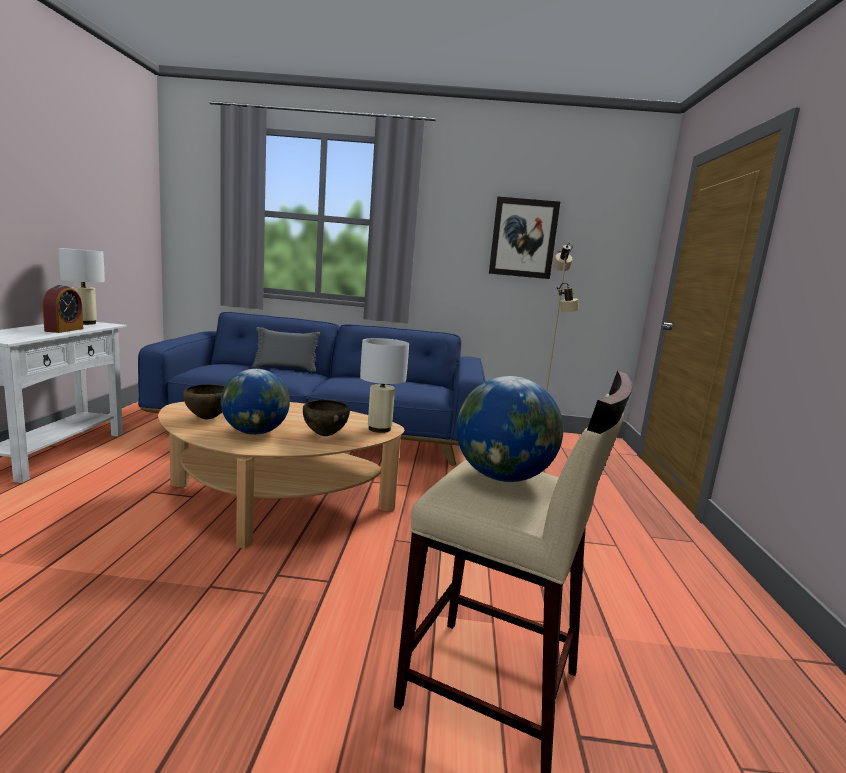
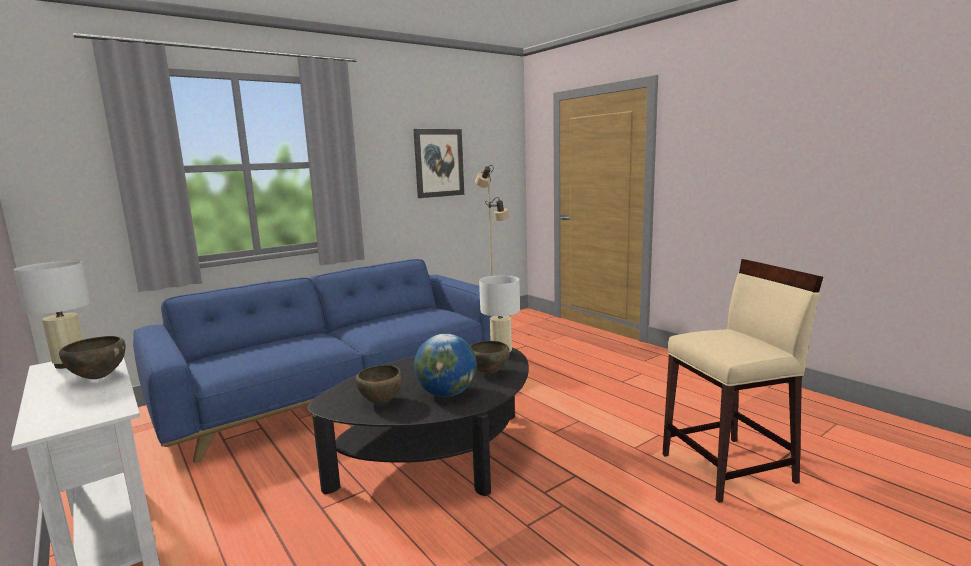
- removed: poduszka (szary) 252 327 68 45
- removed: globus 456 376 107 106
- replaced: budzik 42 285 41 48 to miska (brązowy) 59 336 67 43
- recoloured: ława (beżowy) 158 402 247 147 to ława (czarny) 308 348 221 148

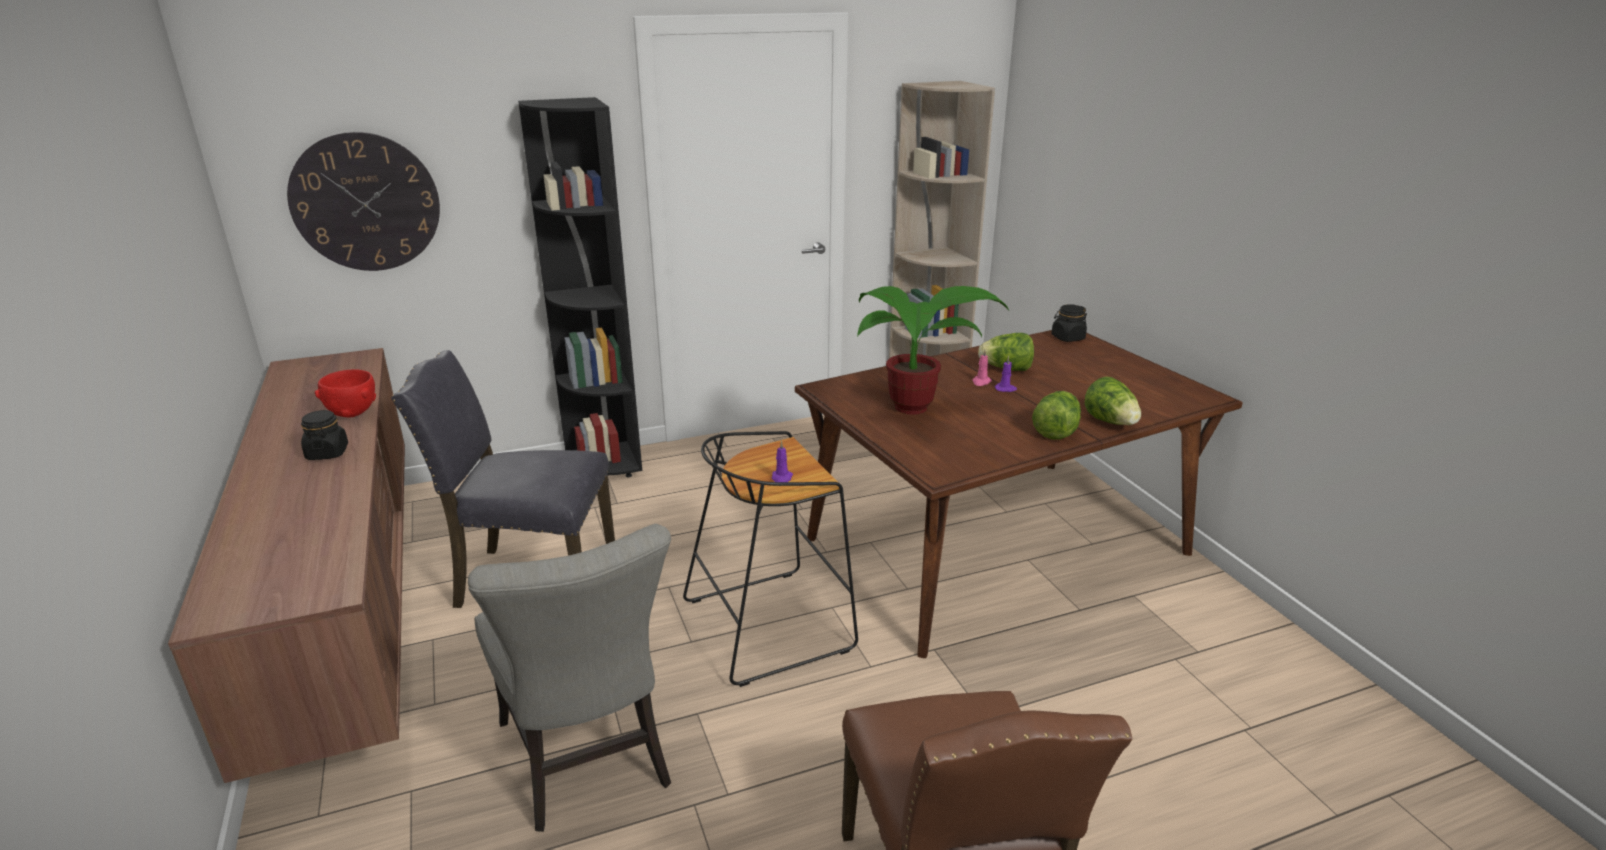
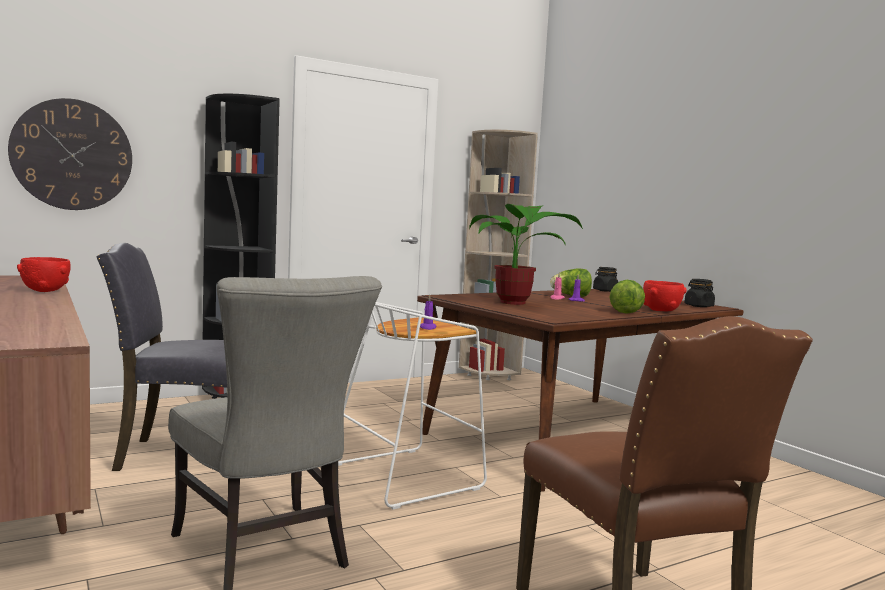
- moved: słoik (czarny) 301 410 47 50 to 685 279 30 28
- replaced: sałata 1085 376 56 49 to miska (czerwony) 643 280 43 31
- recoloured: stołek (czarny) 683 431 175 256 to stołek (biały) 338 302 149 207

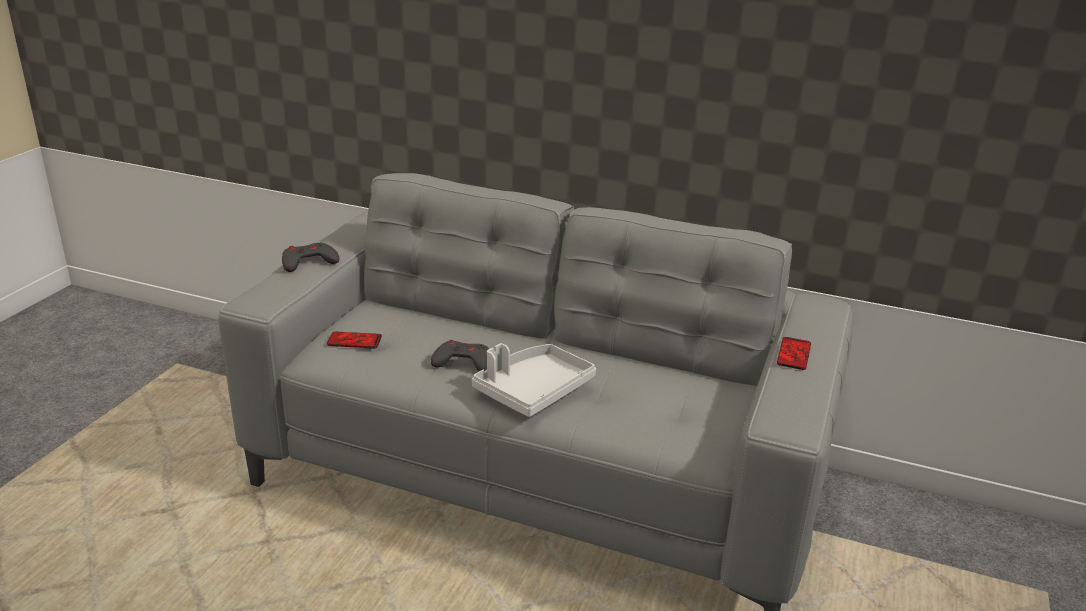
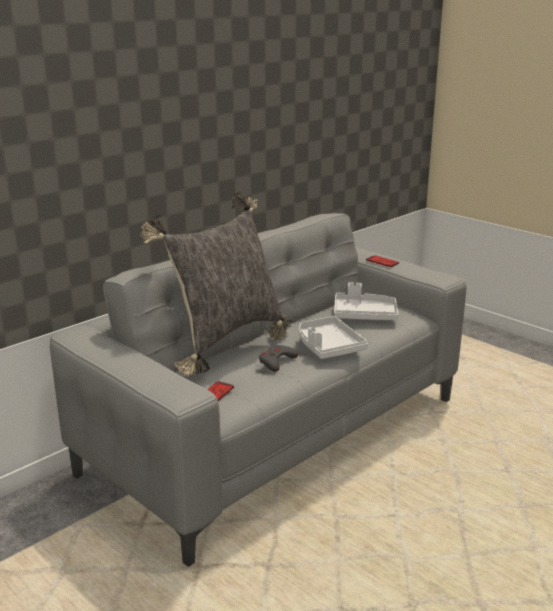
- removed: pad do gier (szary) 282 243 57 29
- added: poduszka 140 192 152 185
- added: taca (szary) 334 282 64 38

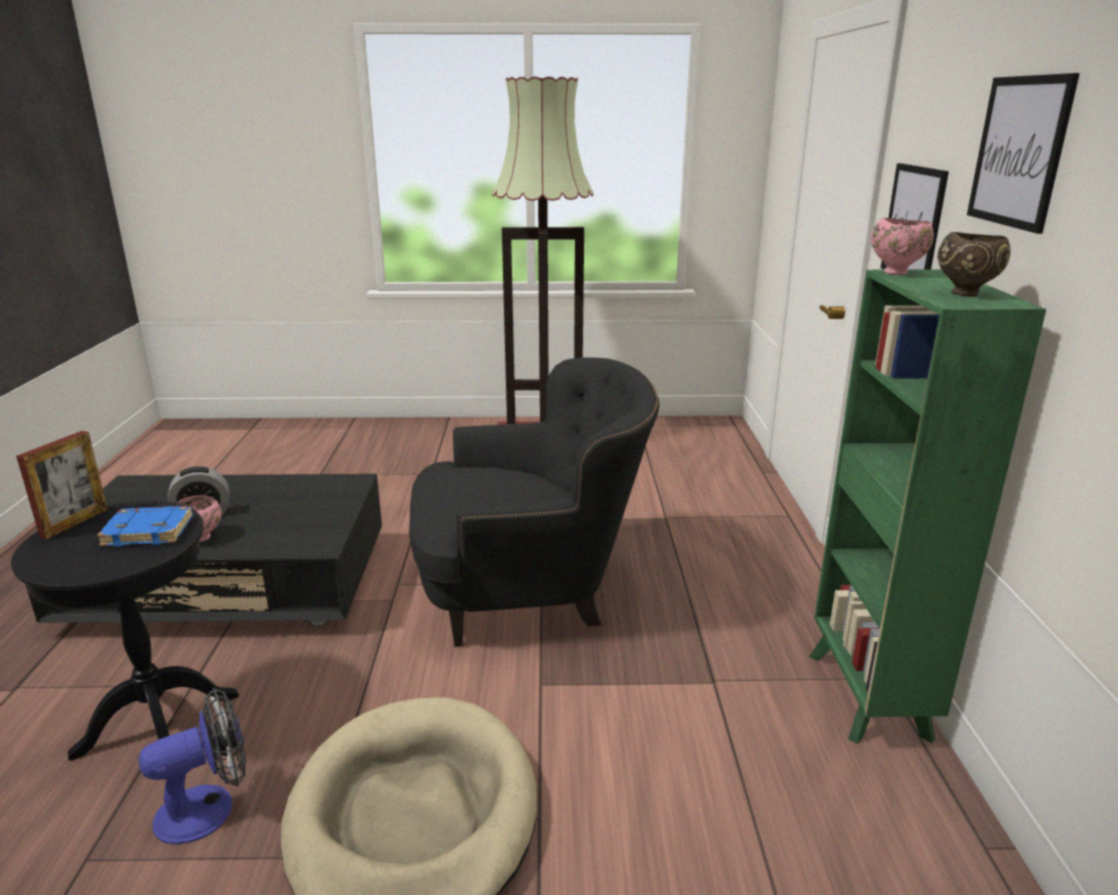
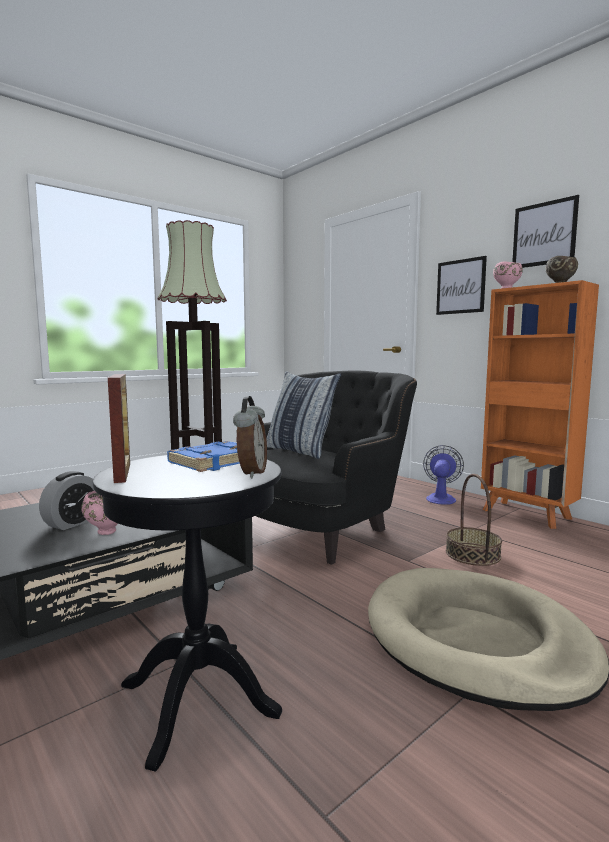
- added: budzik 233 396 34 82
- added: poduszka 266 371 75 88
- added: koszyk 446 474 56 92
- moved: wentylator 139 688 107 156 to 423 445 41 60
- recoloured: regał (zielony) 809 270 237 474 to regał (pomarańczowy) 481 280 118 249

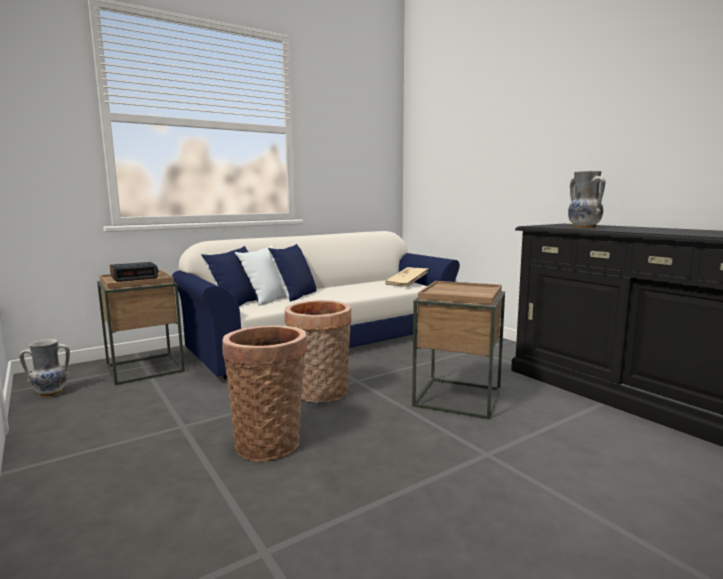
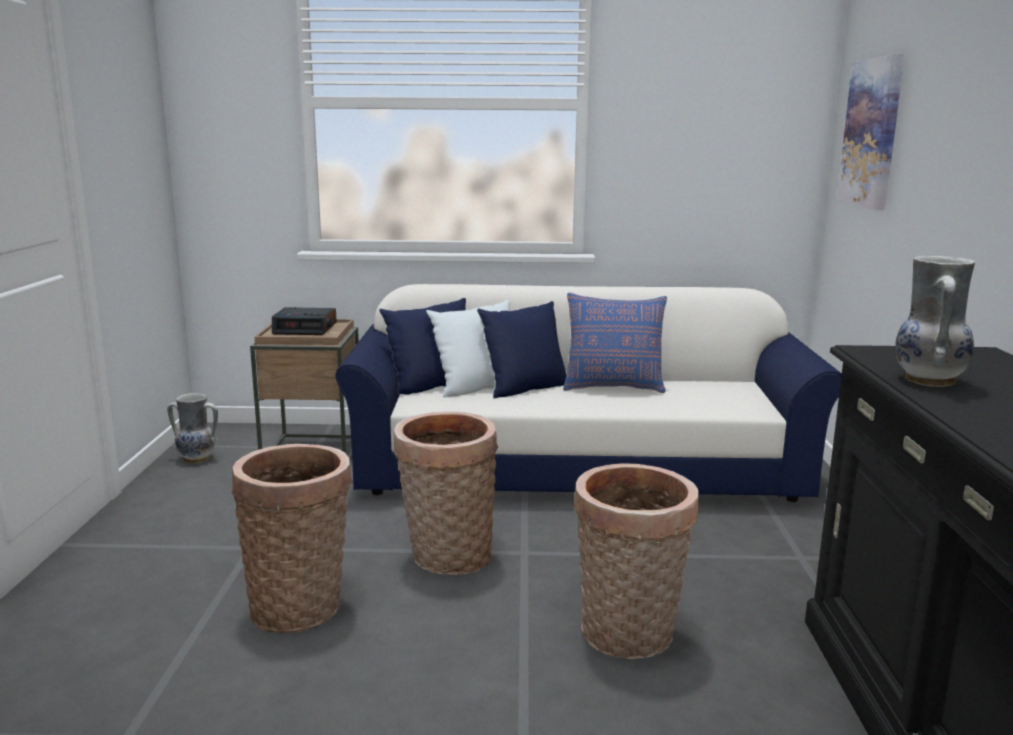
- removed: książka (beżowy) 385 267 44 20
- added: poduszka (niebieski) 563 292 104 101
- added: obraz 836 54 69 156
- replaced: stolik (brązowy) 412 281 93 139 to koszyk 574 463 125 196

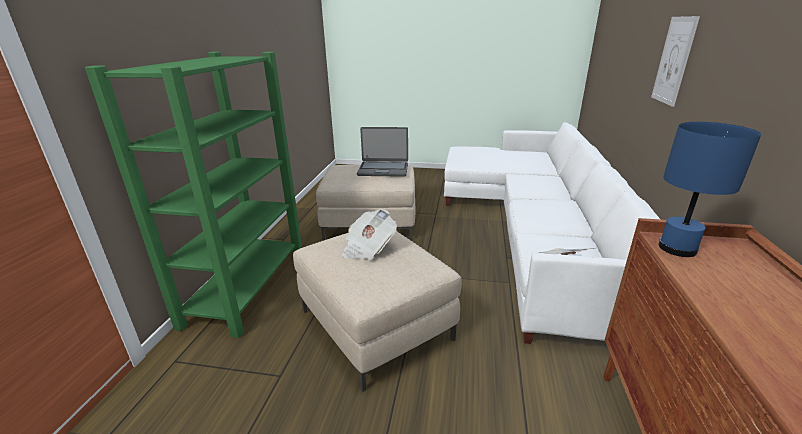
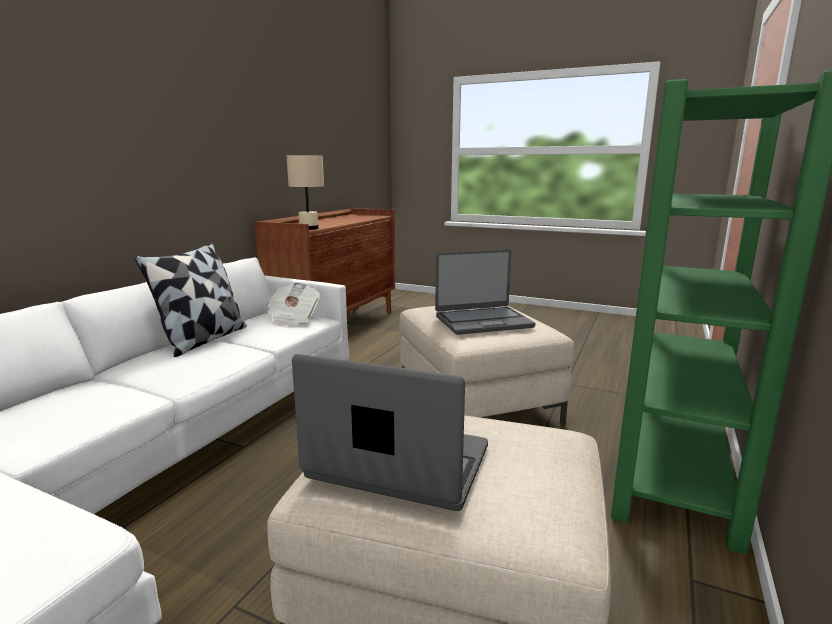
- removed: obraz 651 16 49 91
- added: poduszka 135 243 112 114
- replaced: gazeta 342 209 55 51 to laptop 435 249 100 86
- recoloured: lampa stołowa (niebieski) 659 122 102 135 to lampa stołowa (beżowy) 287 155 37 75

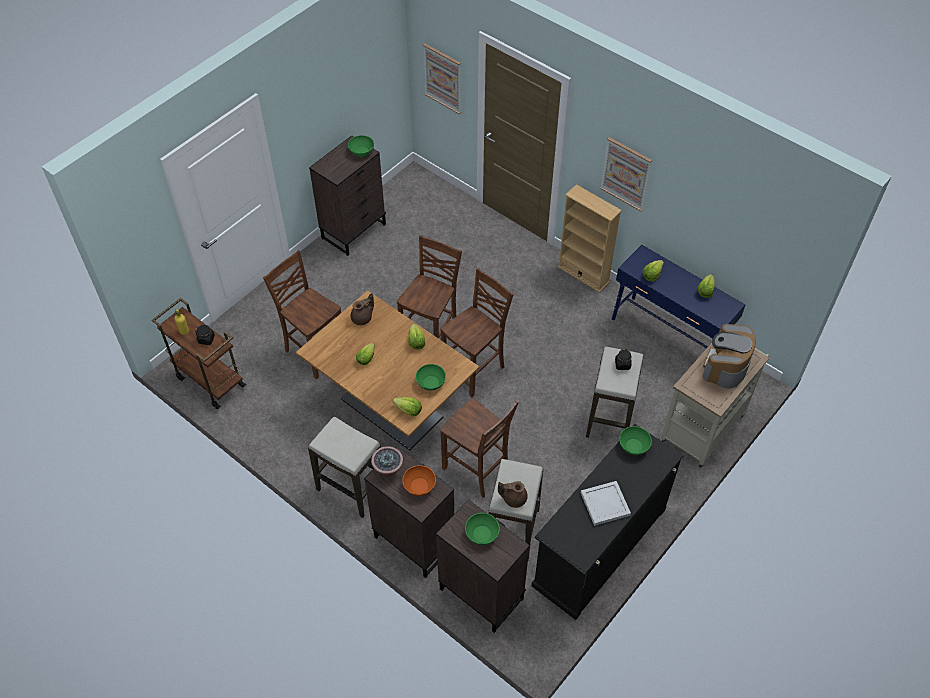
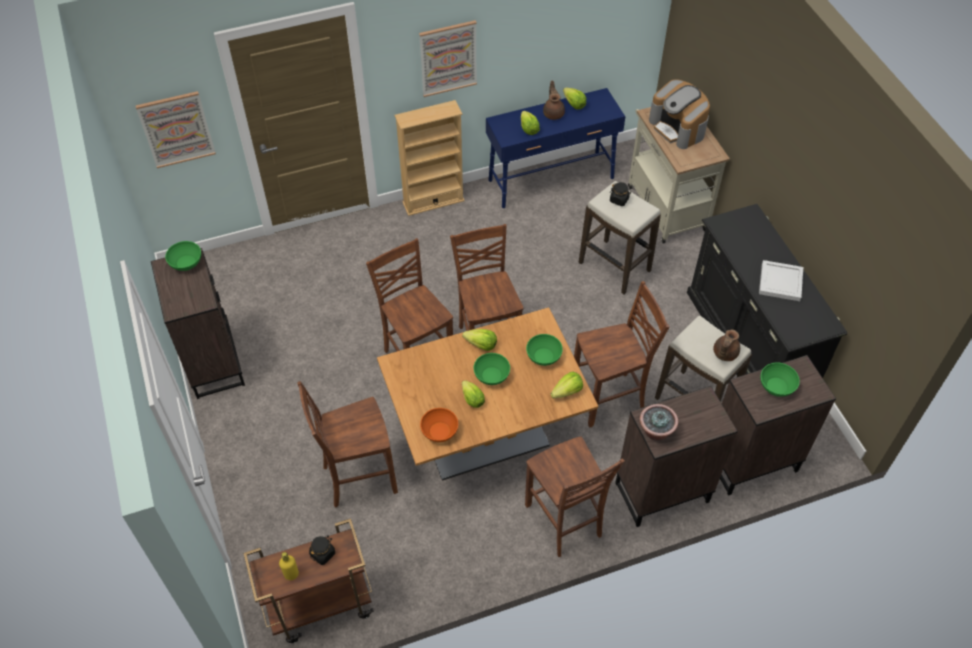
- moved: imbryk (brązowy) 351 293 23 32 to 543 81 22 39
- moved: miska (pomarańczowy) 402 465 34 31 to 420 408 38 34
- moved: miska (zielony) 619 426 33 29 to 474 353 36 32
- replaced: stołek 308 417 73 101 to krzesło (brązowy) 525 436 99 121

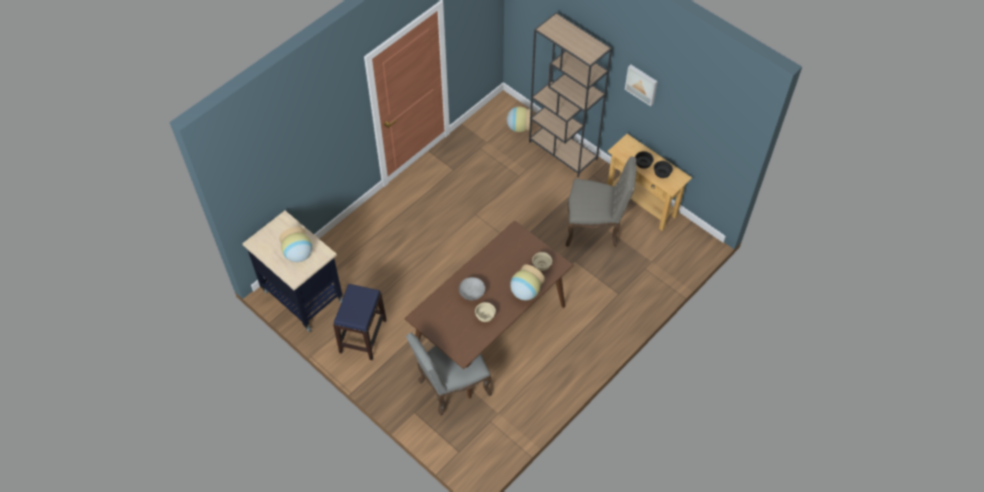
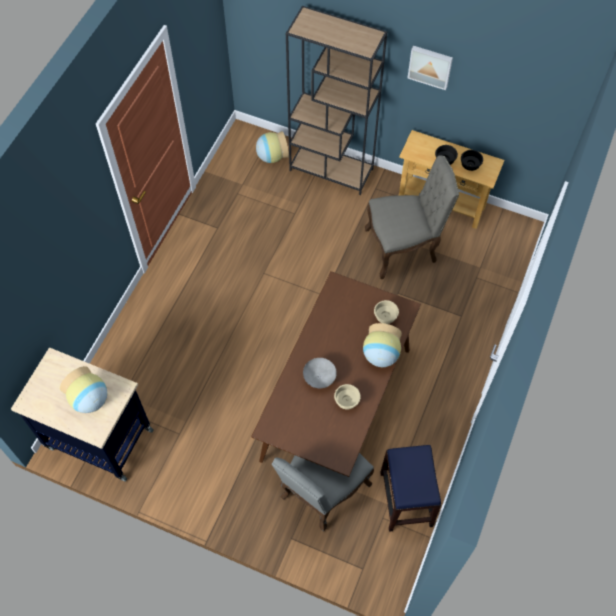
- moved: stołek 333 284 54 76 to 380 445 61 87

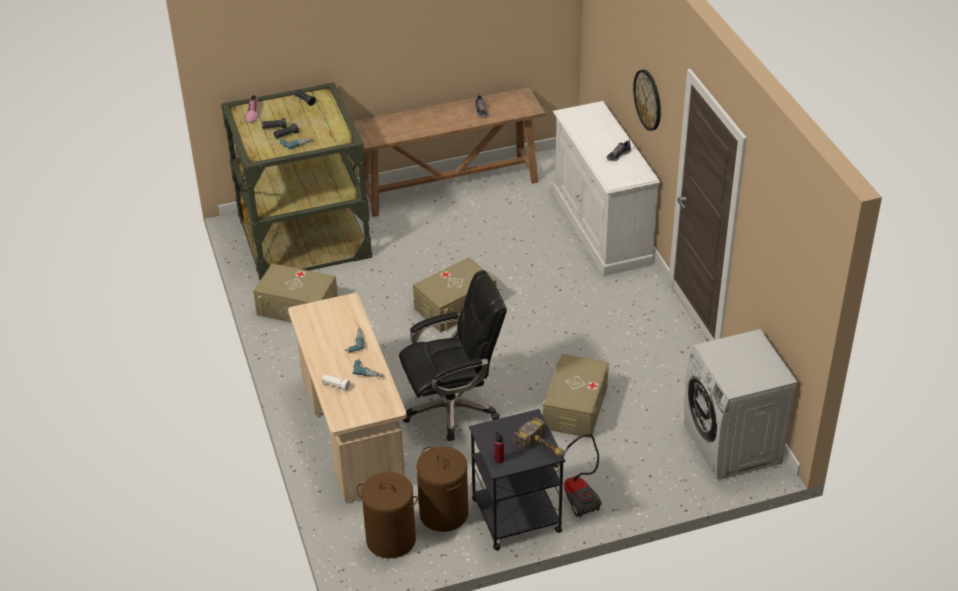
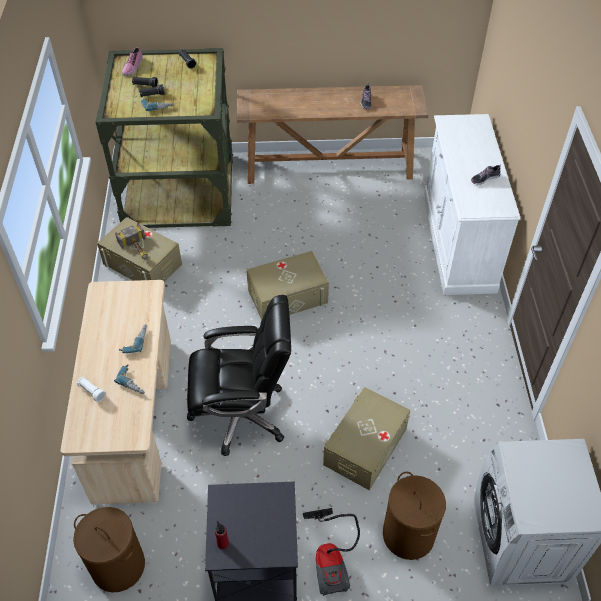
- removed: zegar ścienny 633 70 28 61
- moved: kosz na pranie (brązowy) 416 446 52 86 to 383 472 63 88
- moved: młotek 514 416 51 40 to 115 223 33 37

